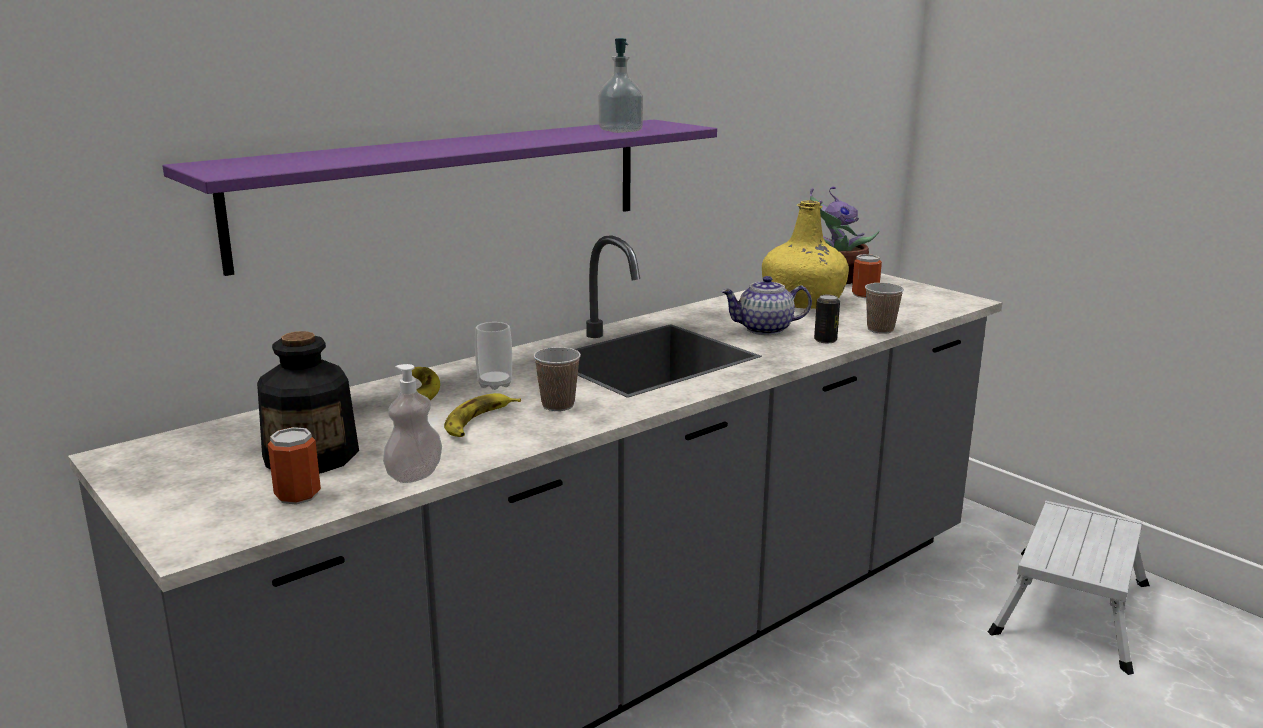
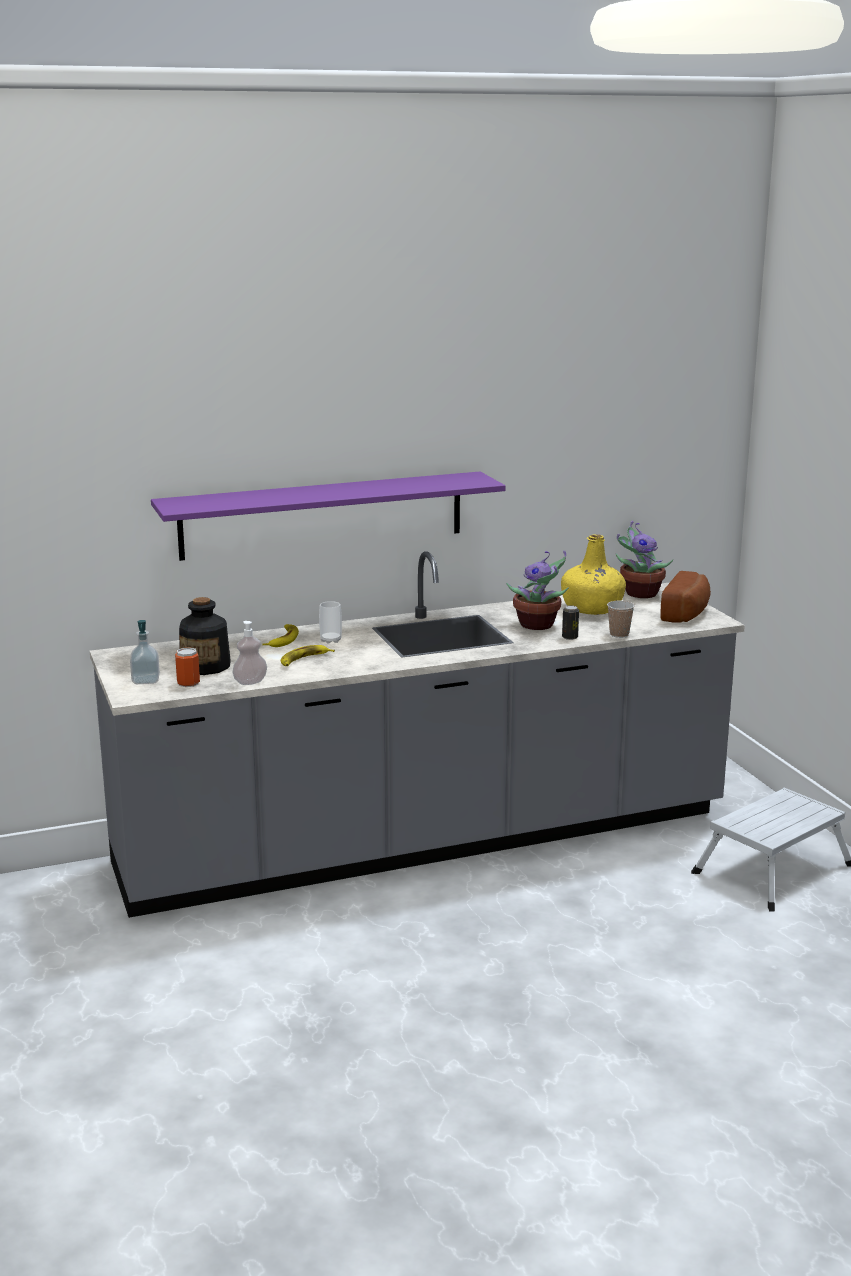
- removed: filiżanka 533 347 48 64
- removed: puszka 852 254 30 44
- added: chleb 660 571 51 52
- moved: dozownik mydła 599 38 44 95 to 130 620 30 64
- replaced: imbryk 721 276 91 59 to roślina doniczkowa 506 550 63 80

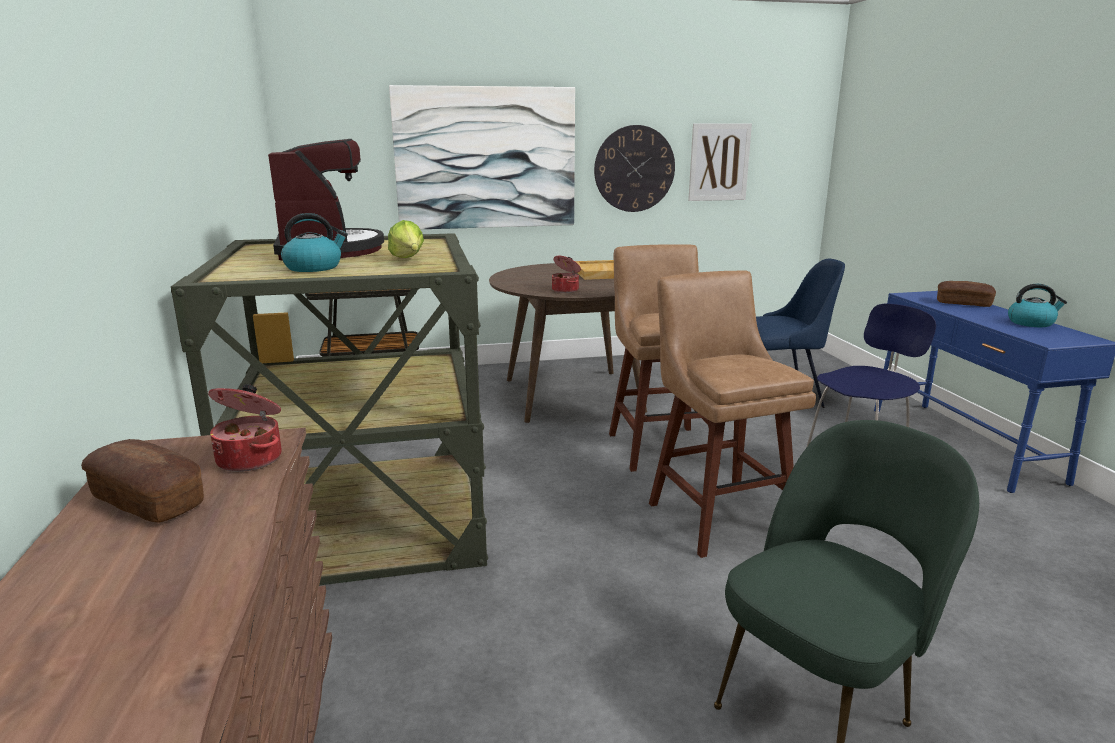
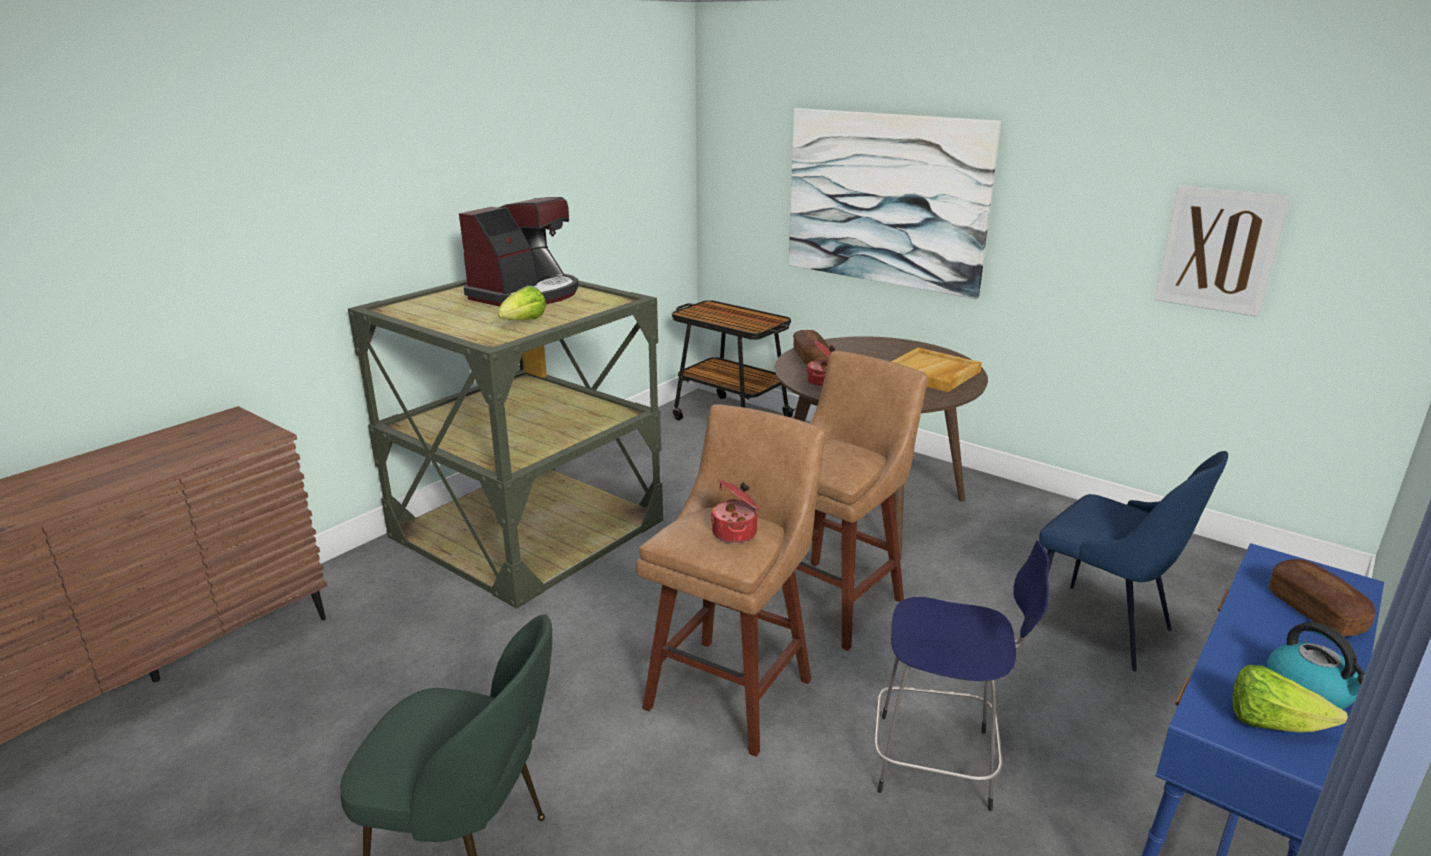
- removed: czajnik 281 213 67 59
- removed: zegar ścienny 594 125 81 87
- added: sałata 1233 665 115 67
- moved: chleb 81 439 123 84 to 793 330 36 34
- moved: garnek 208 384 74 88 to 710 479 49 64

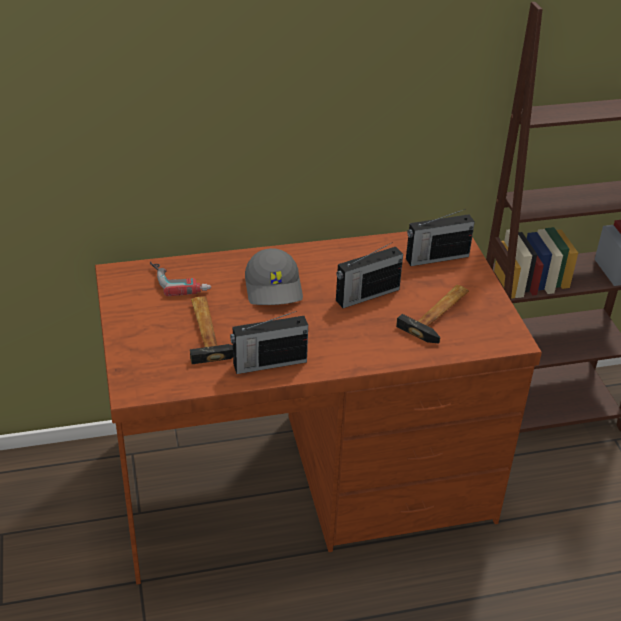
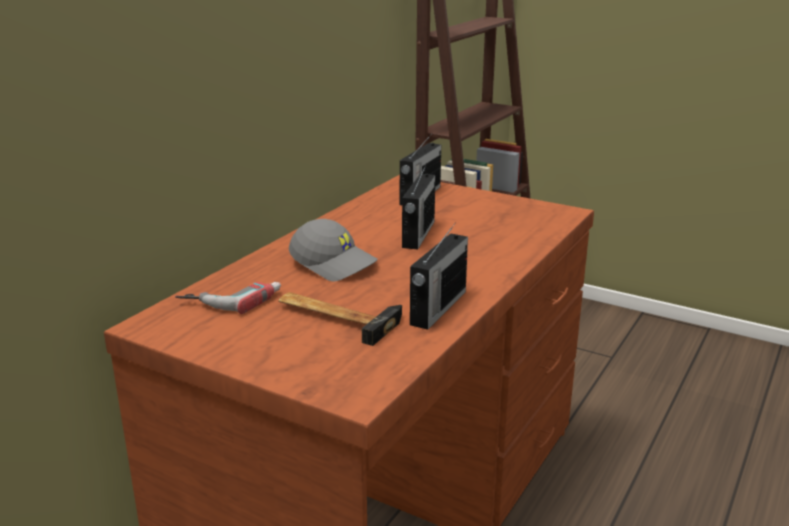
- removed: młotek 396 285 73 58

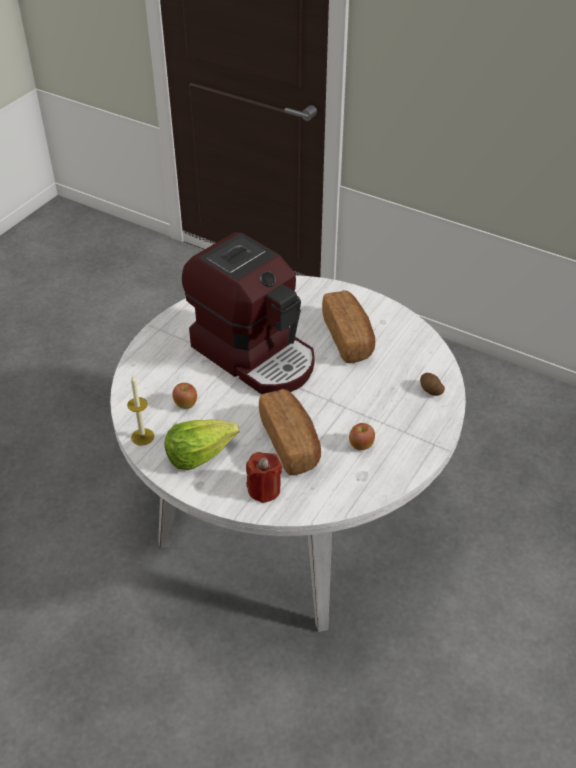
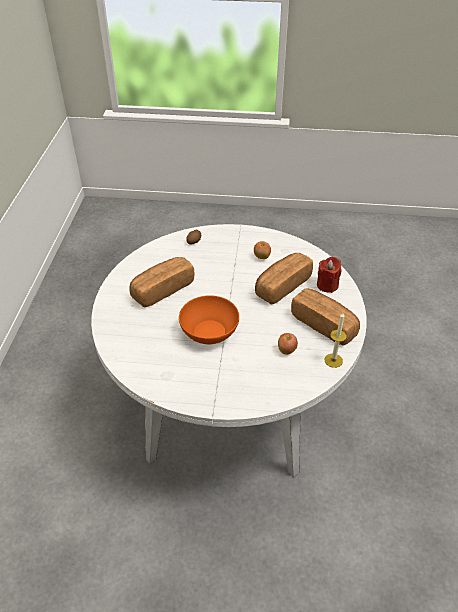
- replaced: sałata 164 419 75 51 to chleb 291 288 69 58
- replaced: ekspres do kawy 182 232 133 162 to miska (pomarańczowy) 179 295 60 49

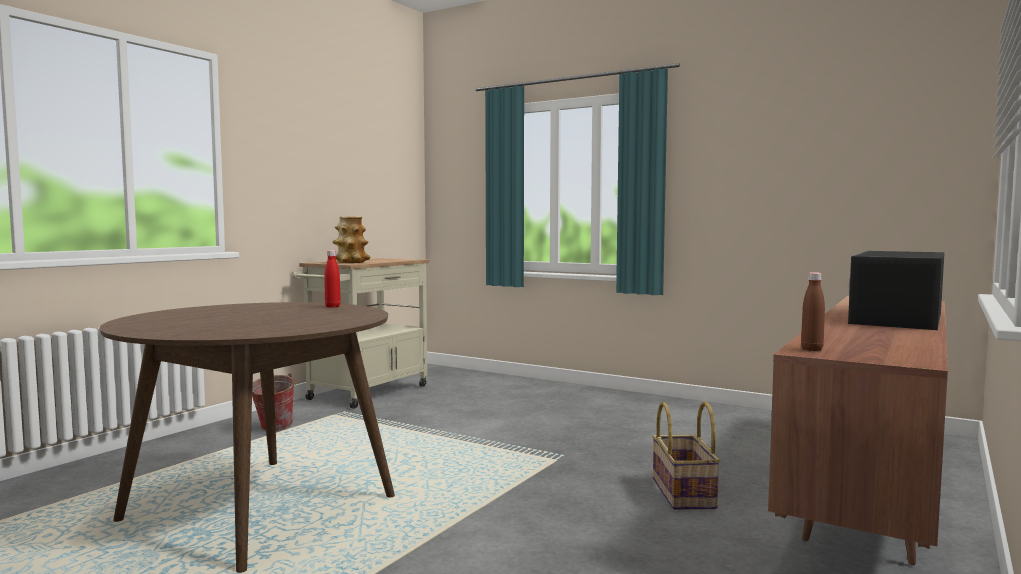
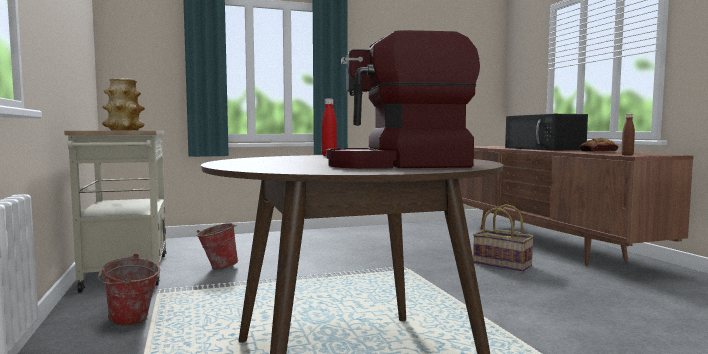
- added: wiadro 196 223 42 47
- added: ekspres do kawy 326 30 154 139
- added: chleb 580 138 39 14

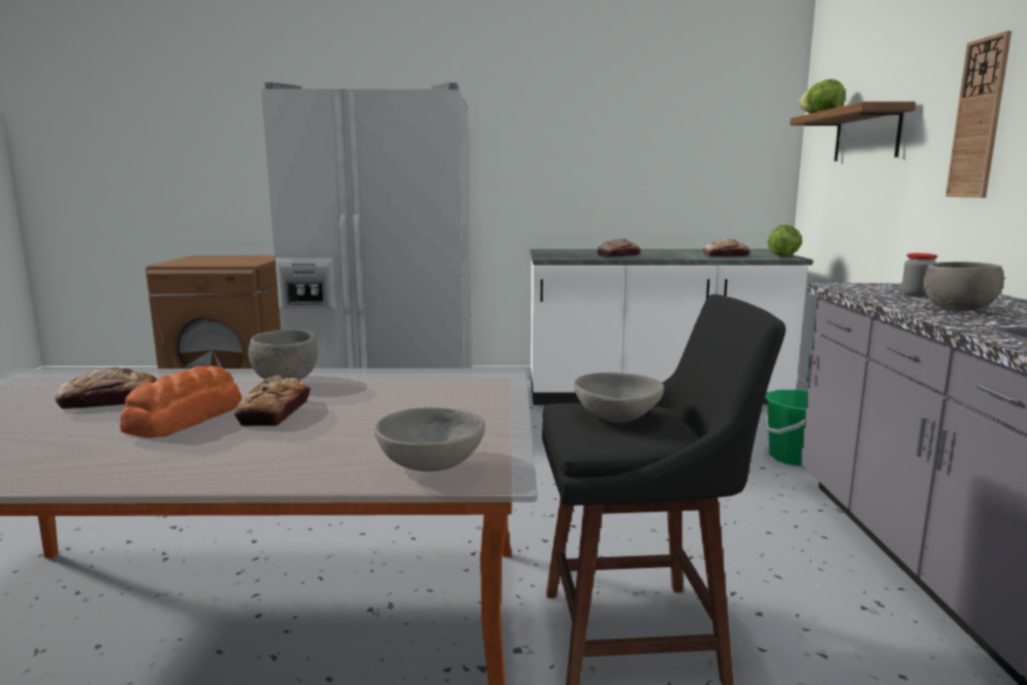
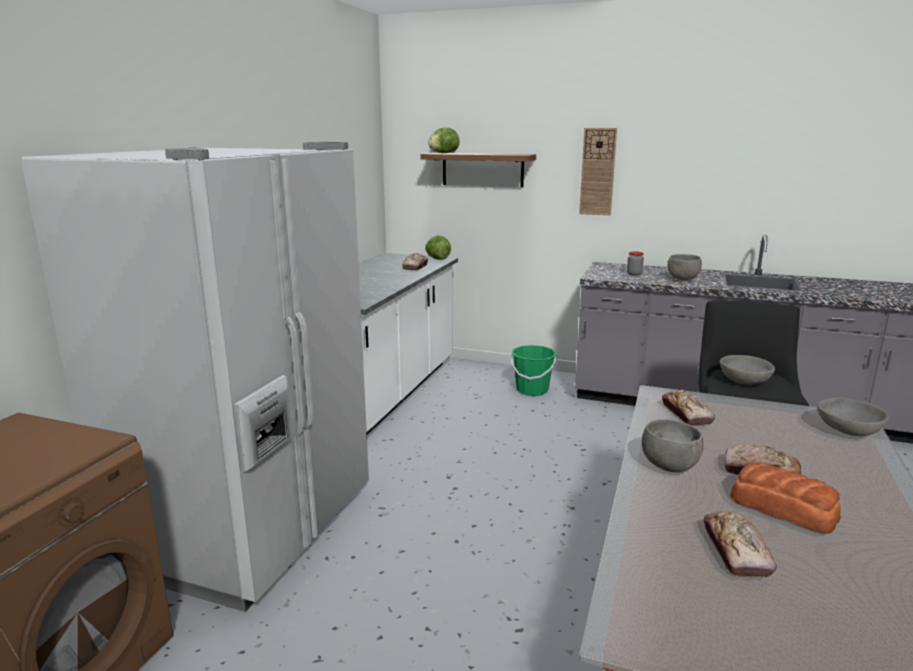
- moved: chleb 597 239 44 18 to 662 390 53 36

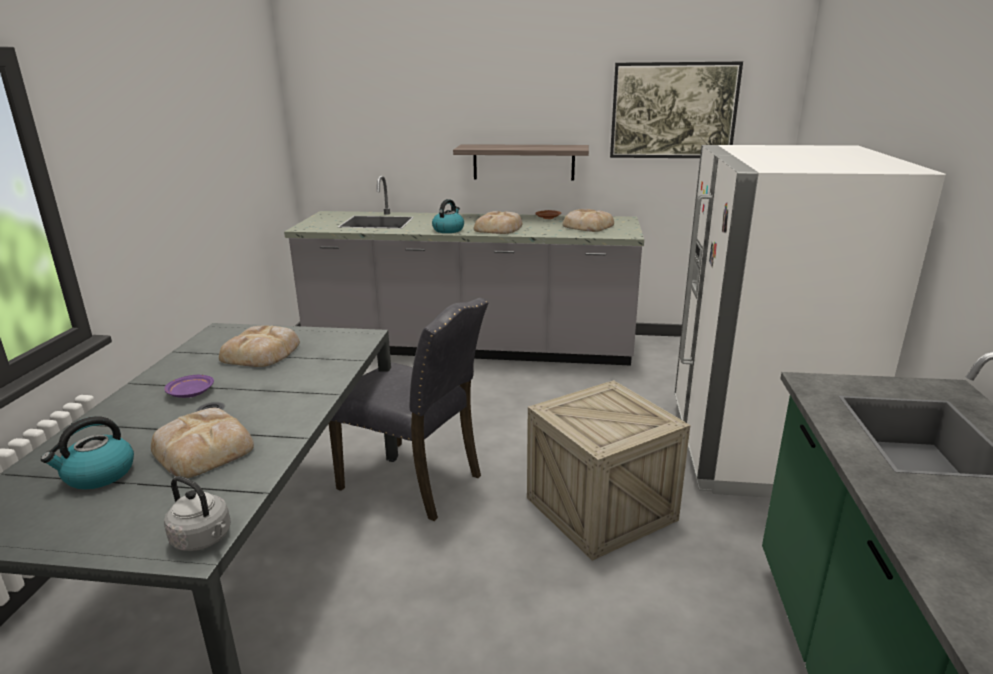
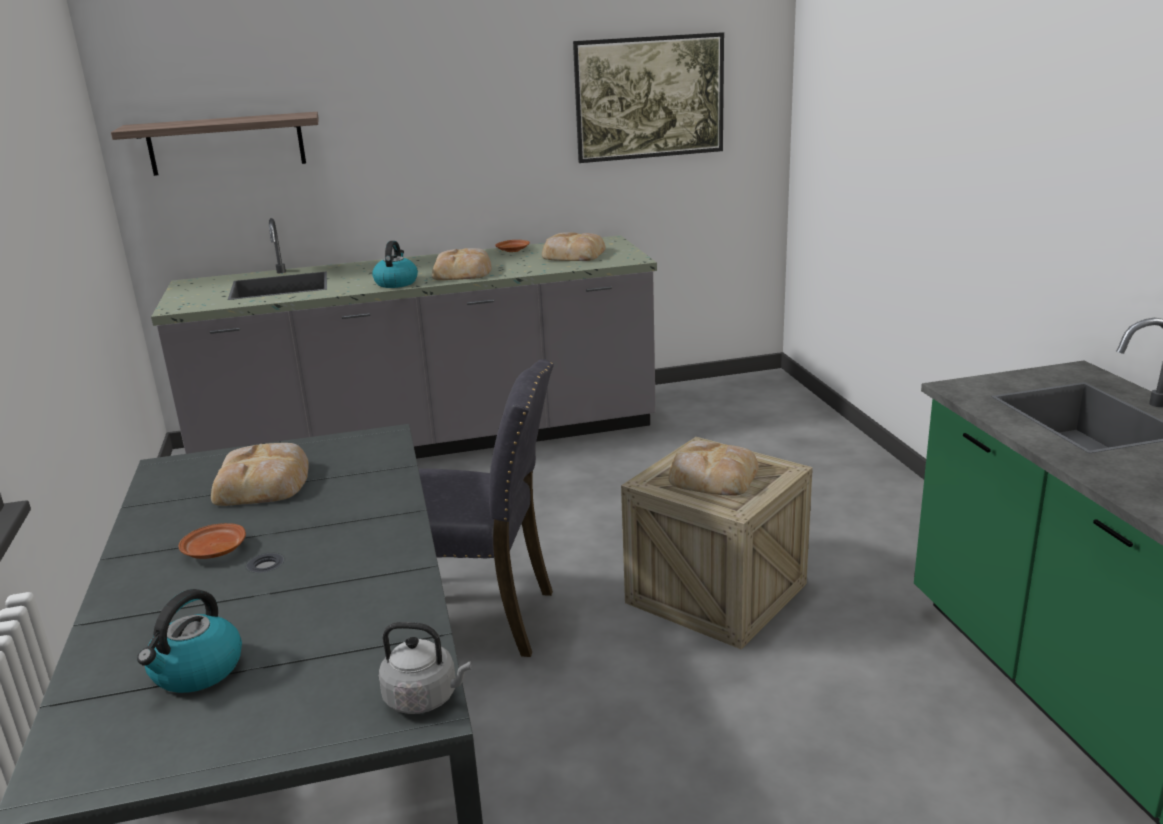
- removed: lodówka (biały) 675 145 271 353
- moved: chleb 151 408 103 70 to 668 441 91 55
- moved: półka 453 144 136 37 to 111 112 208 64
- recoloured: talerz (fioletowy) 164 375 50 23 to talerz (brązowy) 179 523 67 36

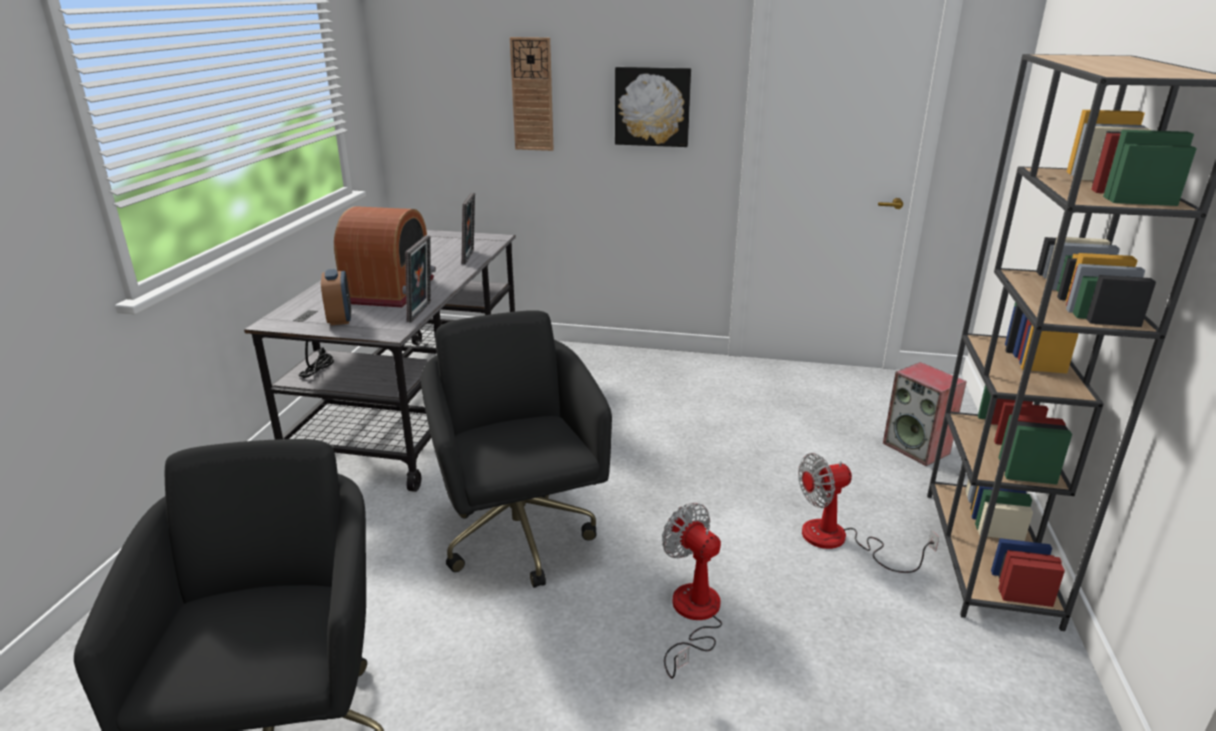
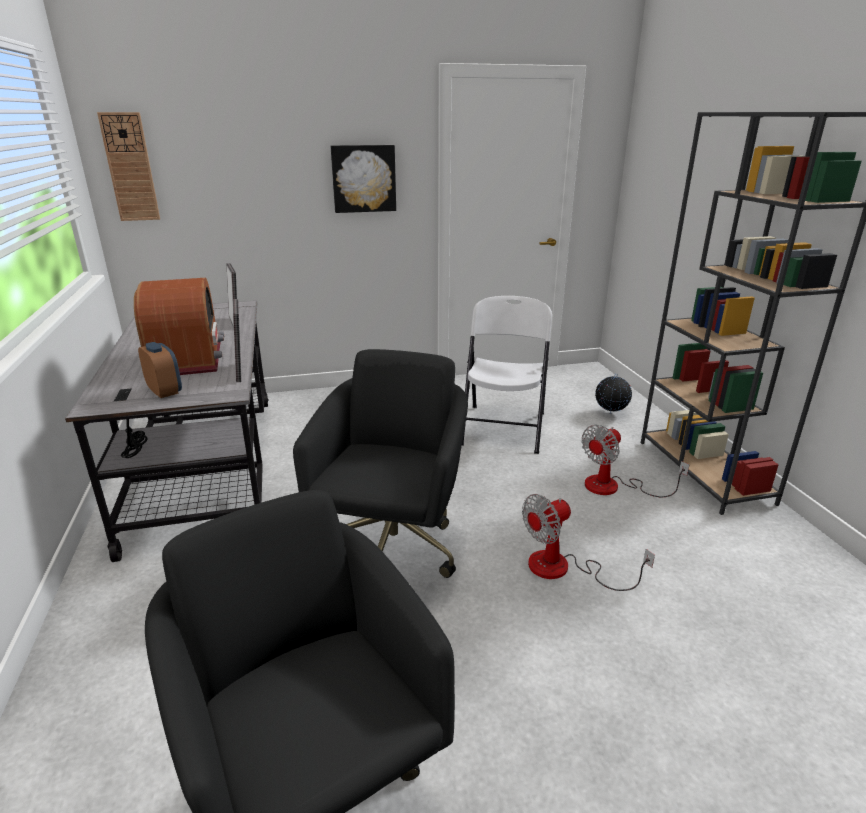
- added: krzesło (biały) 462 296 90 158
- moved: zegar ścienny 510 37 44 114 to 97 112 63 109
- replaced: głośnik 883 362 84 104 to globus 595 375 37 38
- turned: krzesło biurowe (czarny) 421 310 191 278 = 293 349 175 229 60 degrees clockwise
- turned: wentylator 662 503 60 176 = 522 494 133 97 60 degrees counterclockwise

